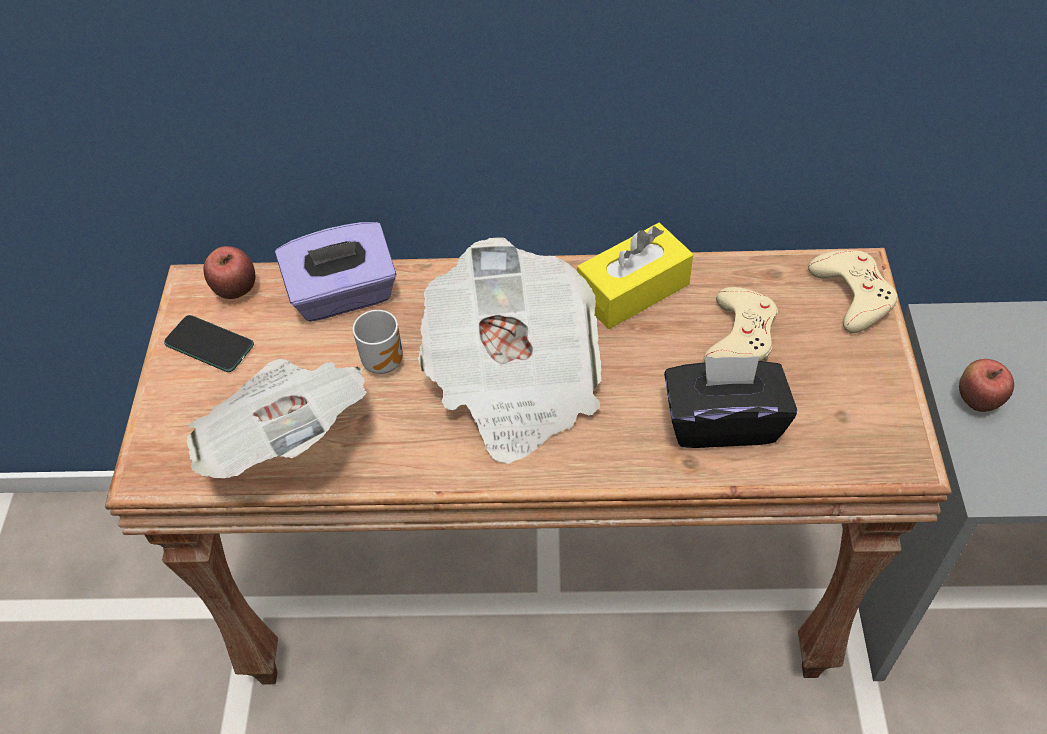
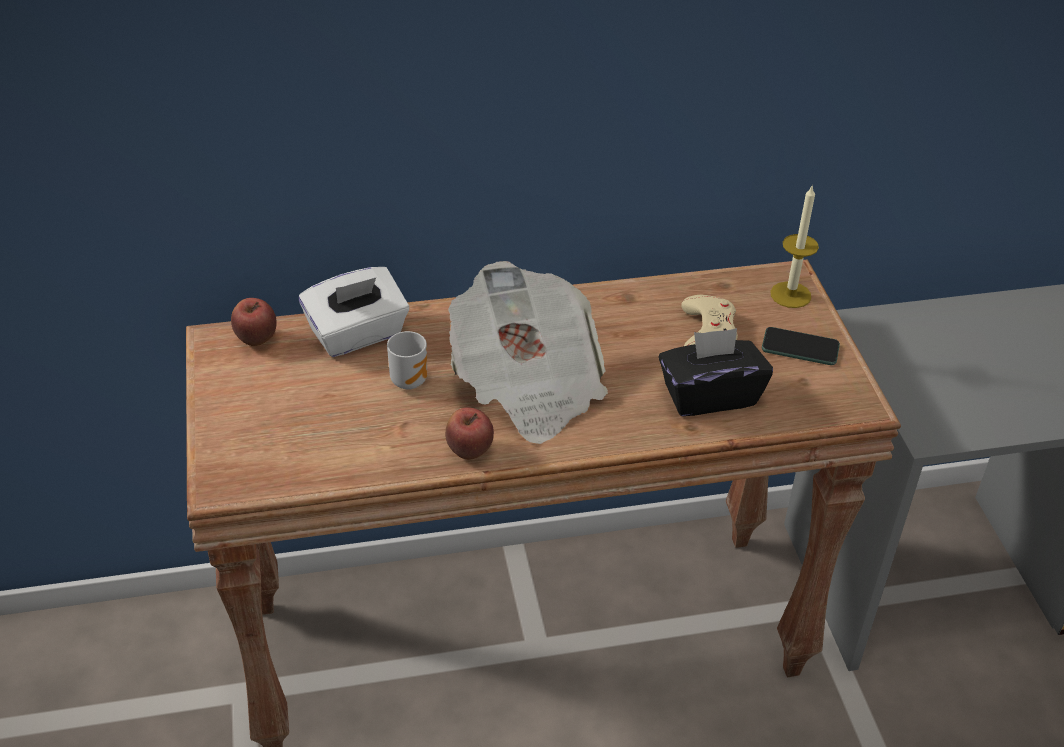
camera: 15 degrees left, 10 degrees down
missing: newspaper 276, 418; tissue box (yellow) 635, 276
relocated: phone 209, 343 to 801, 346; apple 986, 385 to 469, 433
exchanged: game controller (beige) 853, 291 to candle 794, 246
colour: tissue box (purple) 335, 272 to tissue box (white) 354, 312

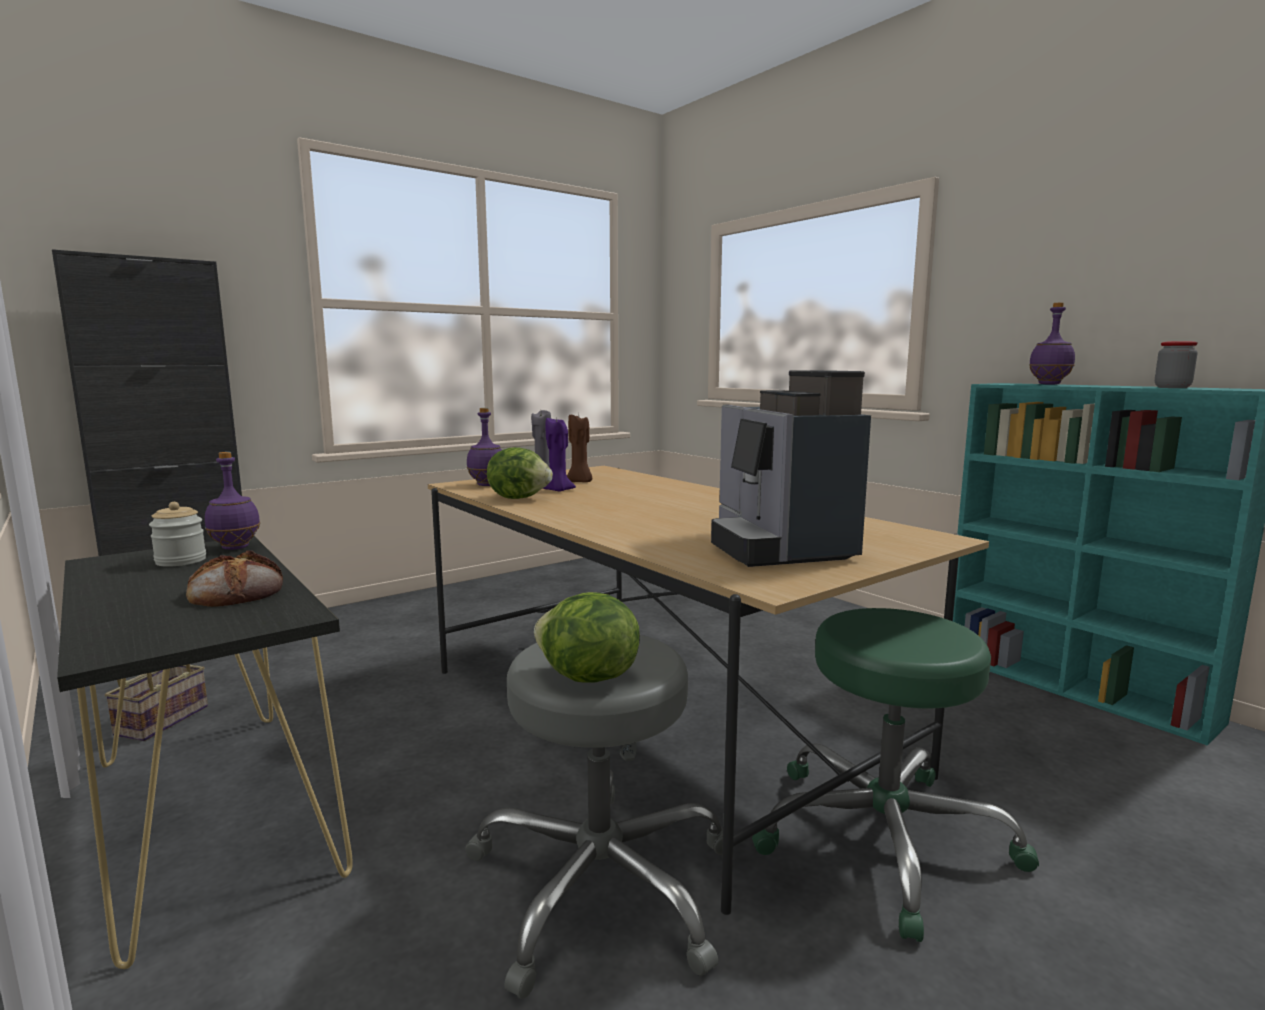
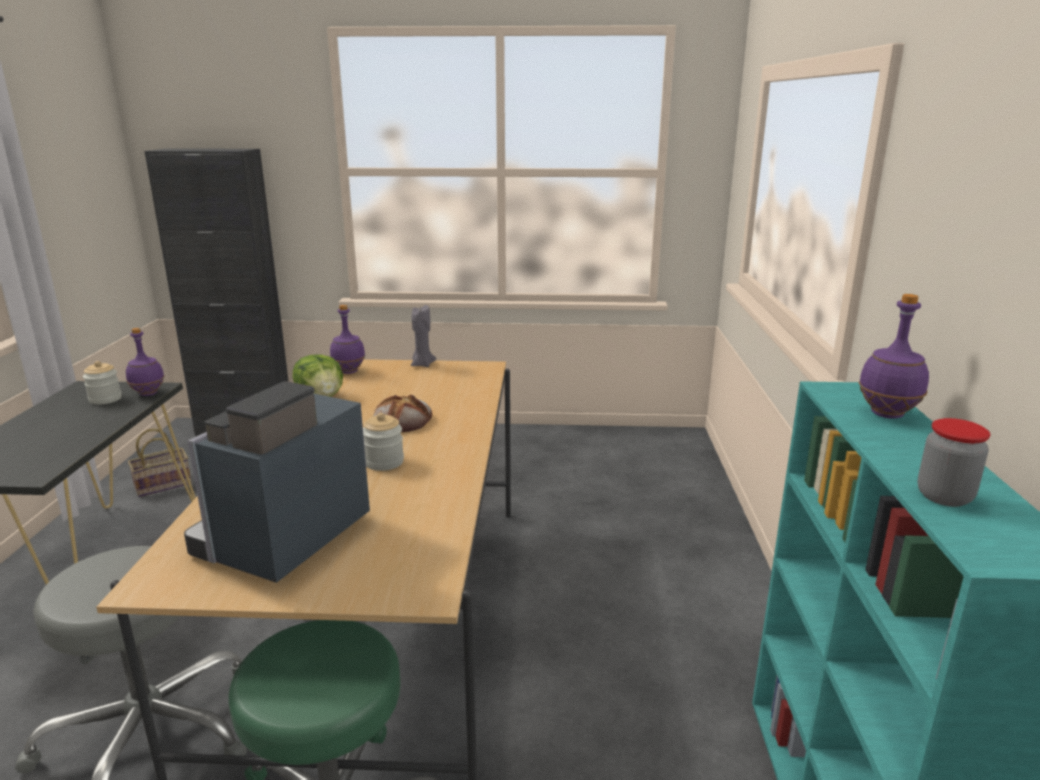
camera: 40 degrees right, 10 degrees up
missing: lettuce 587, 637; candle (purple) 559, 455; candle (brown) 579, 448
appeared: jar 383, 442
relocated: bread 234, 578 to 402, 413

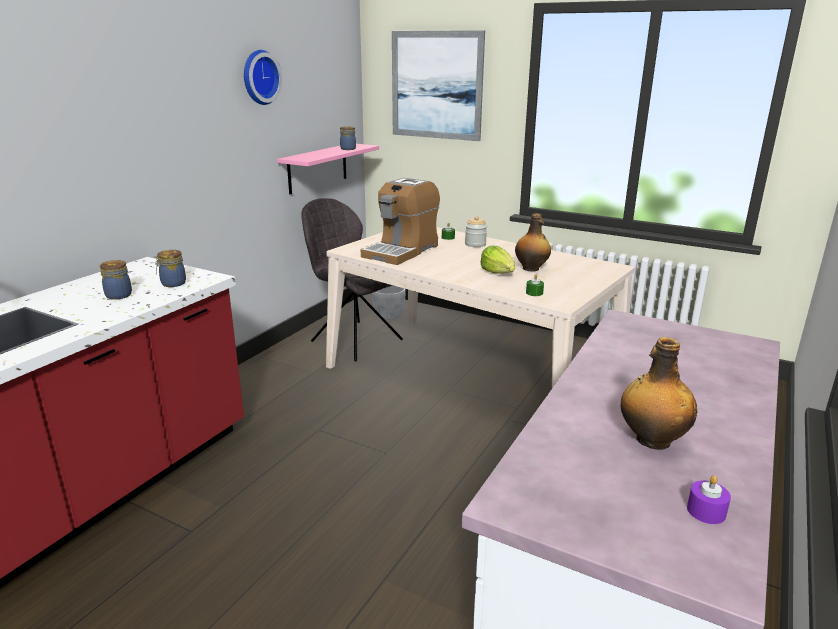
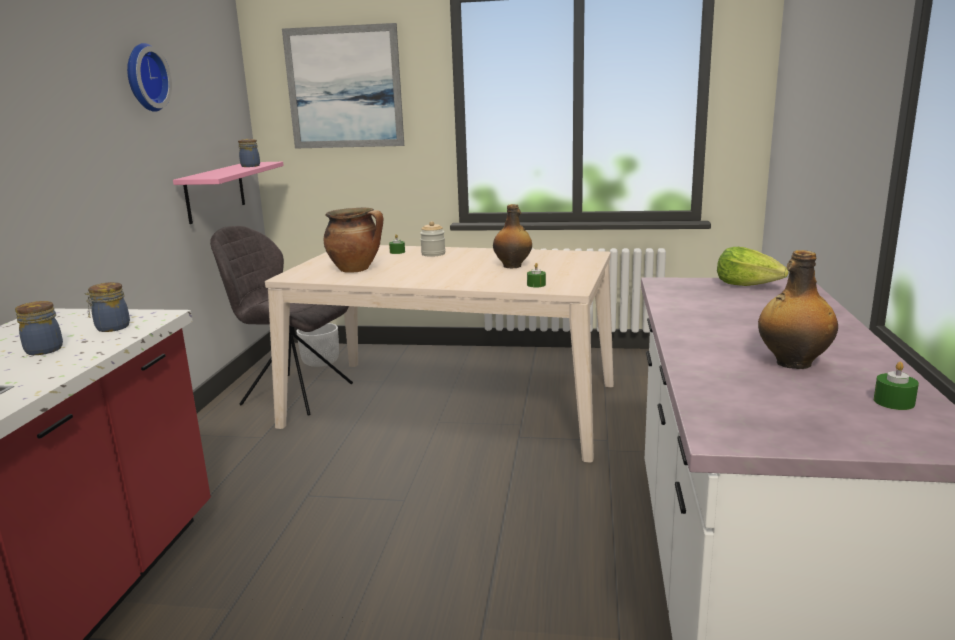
camera: 20 degrees left, 5 degrees down
relocated: lettuce 497, 259 to 753, 266
exchanged: coffee machine 400, 221 to cooking pot 353, 240
colour: candle (purple) 709, 499 to candle (green) 896, 386

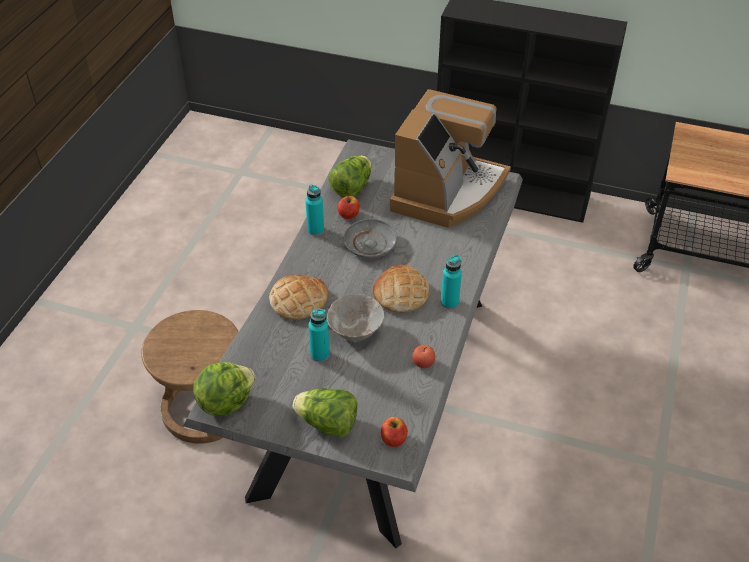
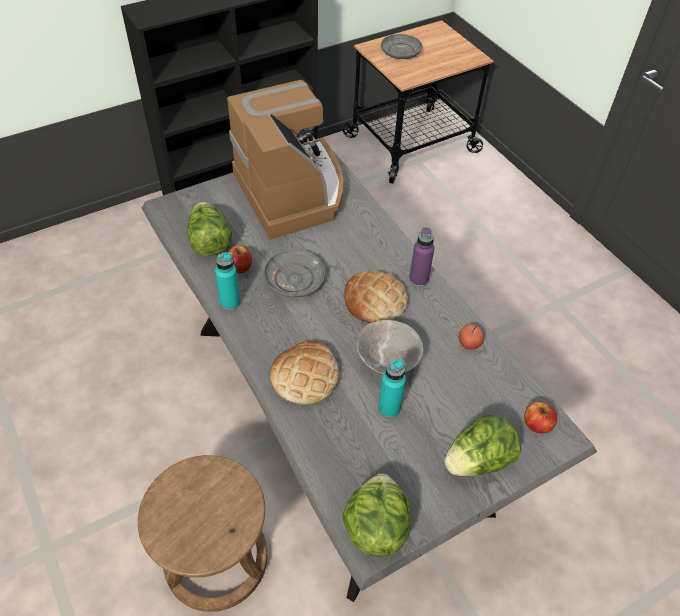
camera: 50 degrees left, 5 degrees up
appeared: plate (grey) 401, 46
colour: bottle (turquoise) 451, 282 to bottle (purple) 422, 257

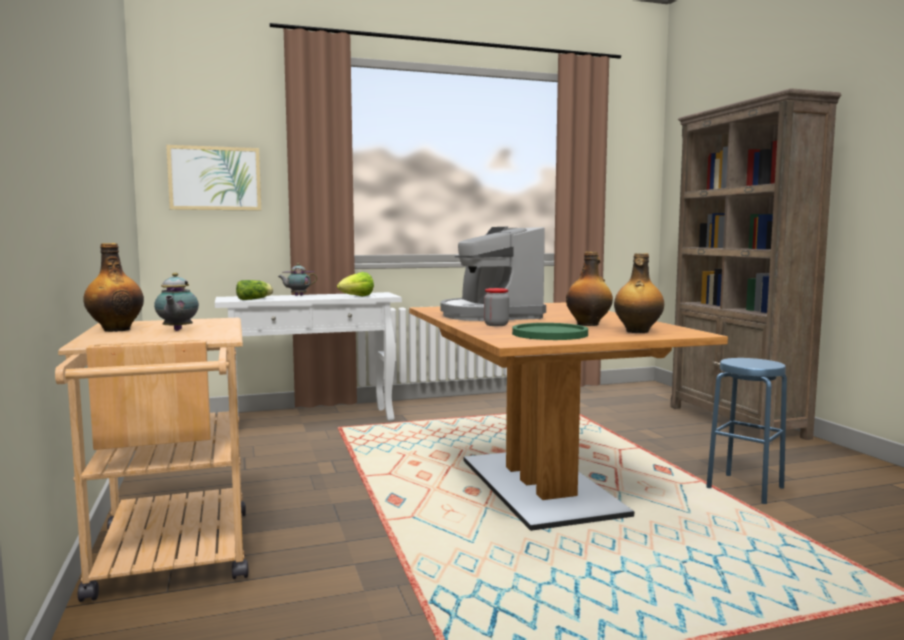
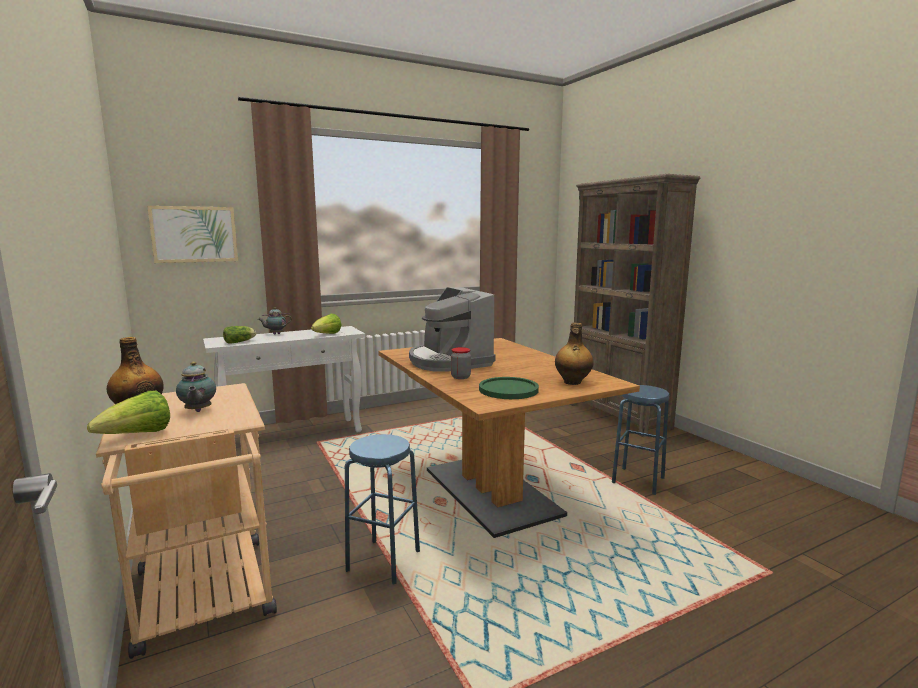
camera: 10 degrees left, 5 degrees up
missing: bottle 589, 289
appeared: lettuce 128, 412; stool (blue) 382, 509

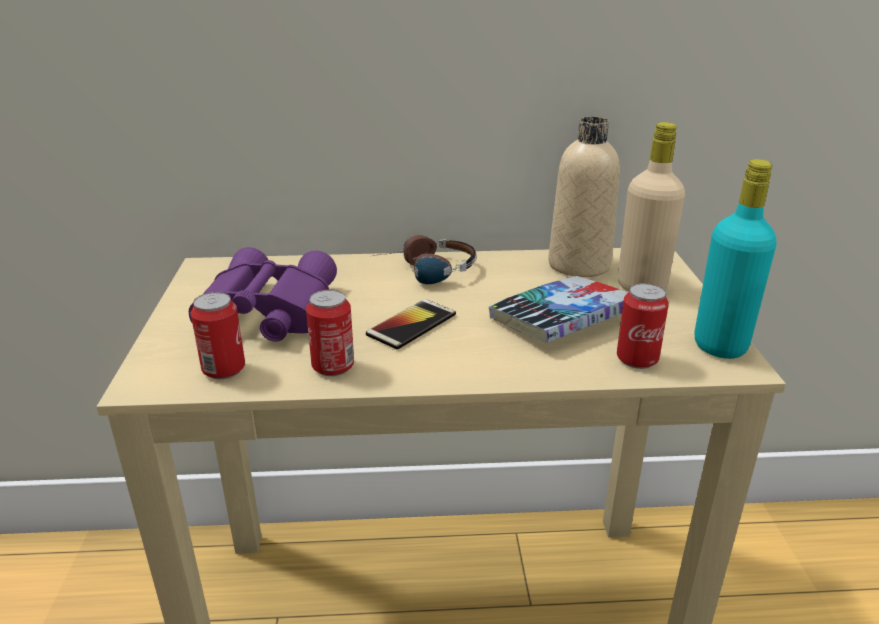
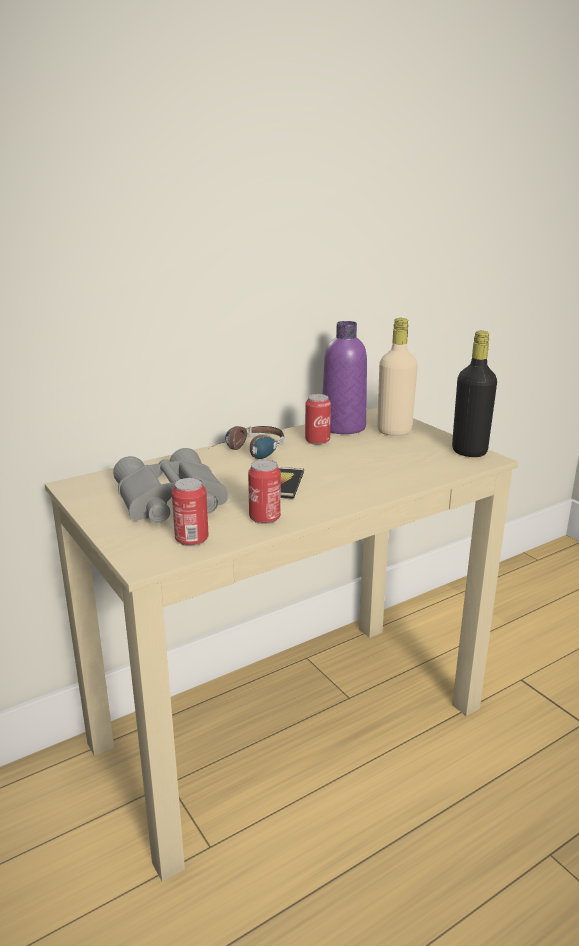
camera: 30 degrees left, 5 degrees down
missing: book 558, 309
relocated: can 643, 326 to 318, 419
colour: binoculars (purple) 263, 294 to binoculars (grey) 170, 485; bottle (beige) 584, 197 to bottle (purple) 345, 377; bottle (turquoise) 735, 259 to bottle (black) 474, 394

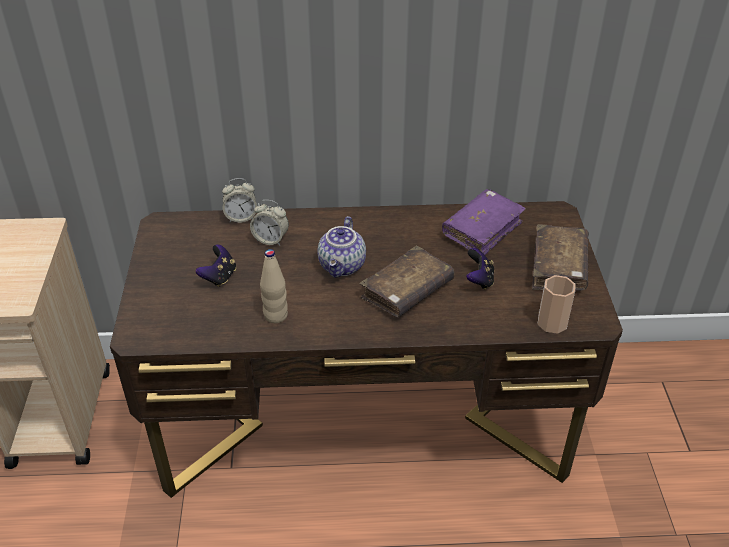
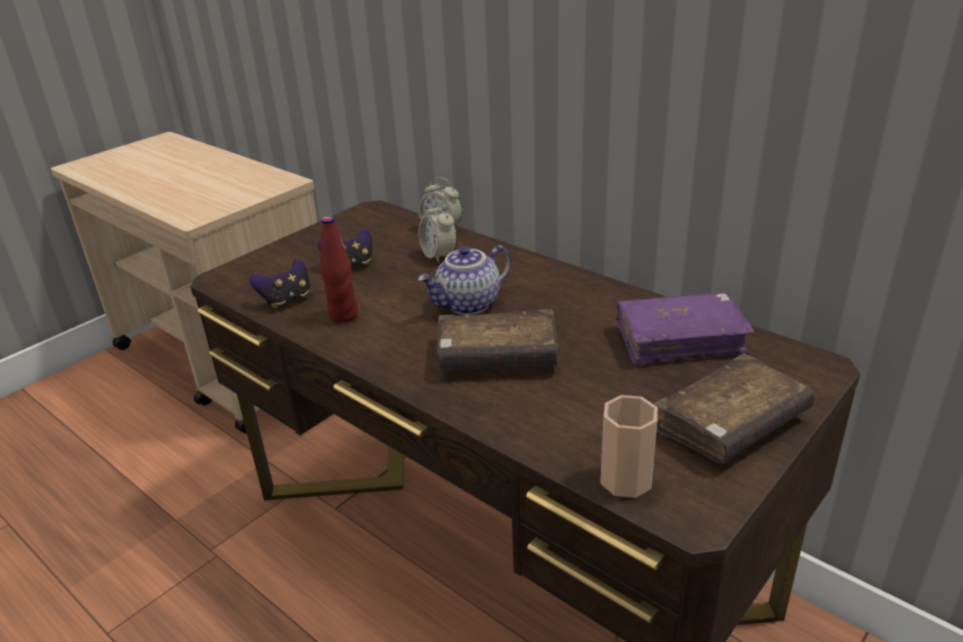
camera: 45 degrees right, 10 degrees down
relocated: game controller 480, 269 to 280, 284
colour: bottle (beige) 274, 286 to bottle (red) 339, 269

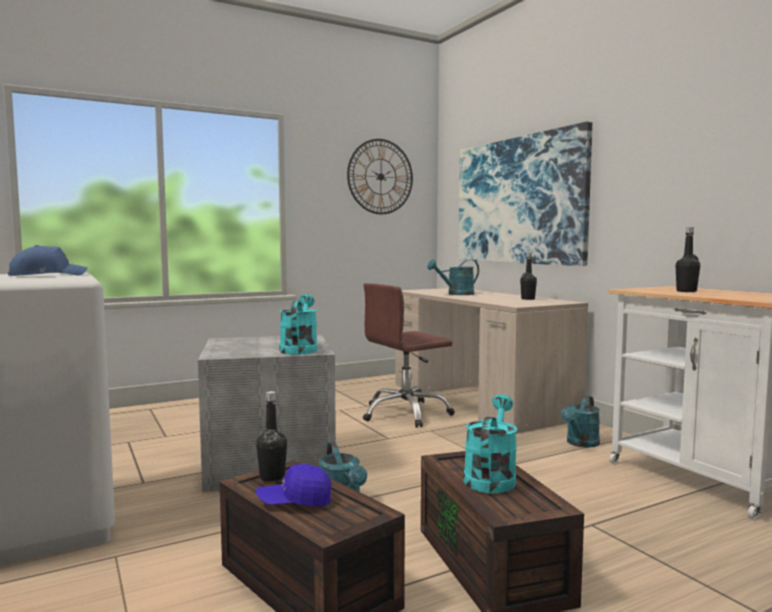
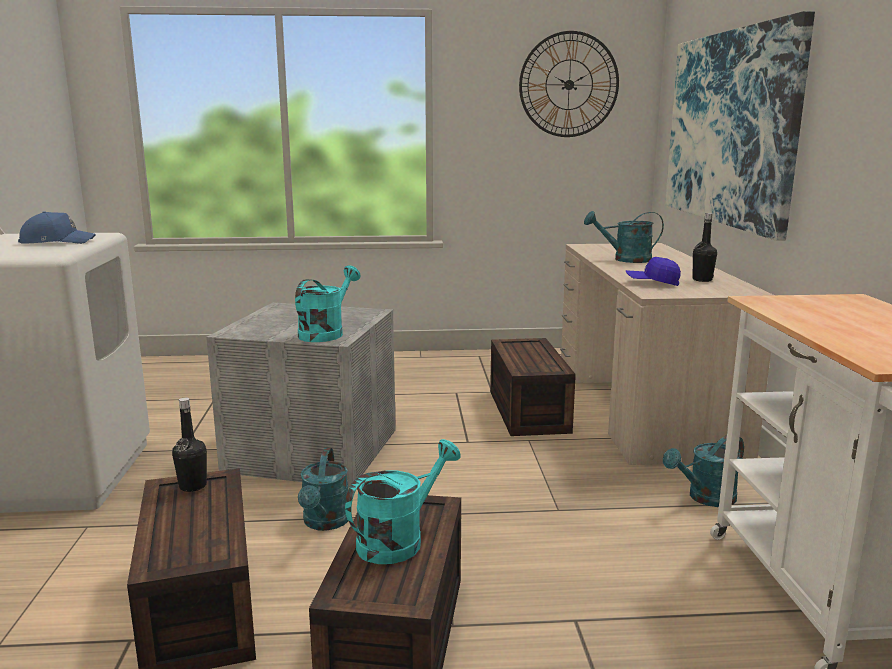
camera: 25 degrees right, 10 degrees up
missing: bottle (black) 688, 259
relocated: cap (blue) 293, 485 to 653, 271
exchanged: office chair (brown) 409, 355 to storage box (brown) 533, 387

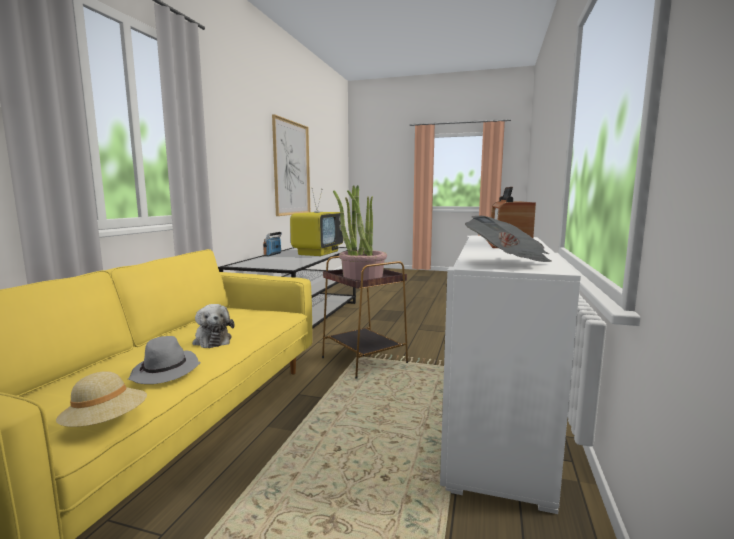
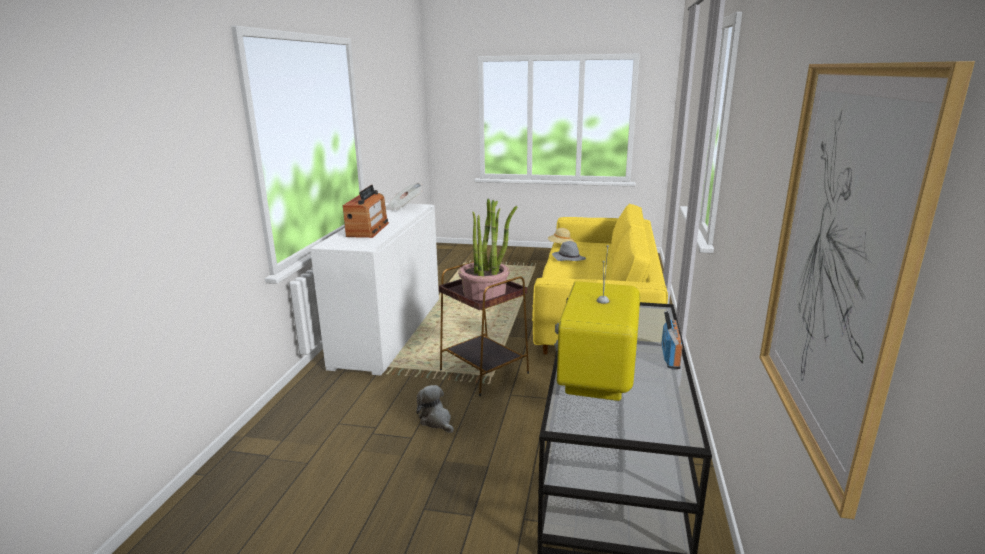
camera: 175 degrees right, 10 degrees up
relocated: plush toy 213, 326 to 435, 409

